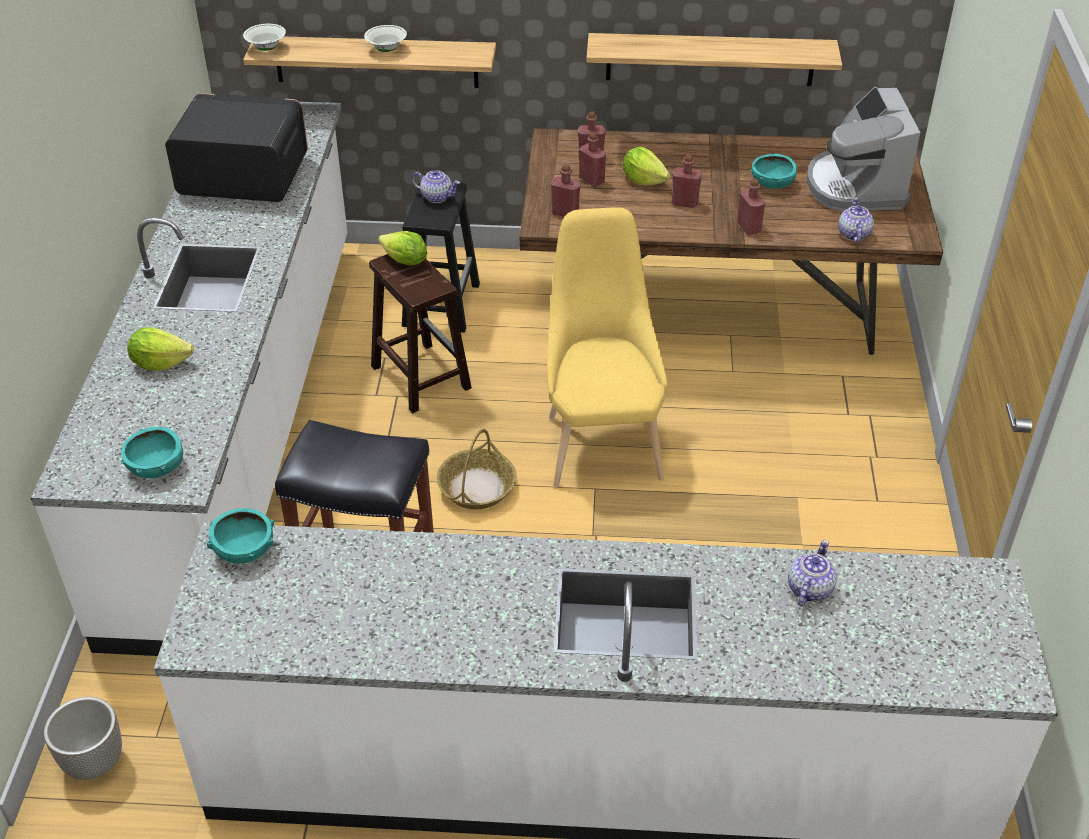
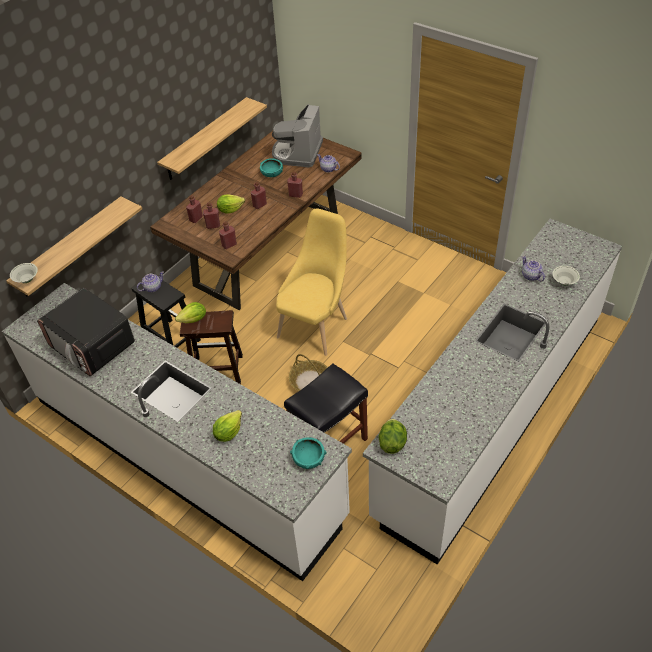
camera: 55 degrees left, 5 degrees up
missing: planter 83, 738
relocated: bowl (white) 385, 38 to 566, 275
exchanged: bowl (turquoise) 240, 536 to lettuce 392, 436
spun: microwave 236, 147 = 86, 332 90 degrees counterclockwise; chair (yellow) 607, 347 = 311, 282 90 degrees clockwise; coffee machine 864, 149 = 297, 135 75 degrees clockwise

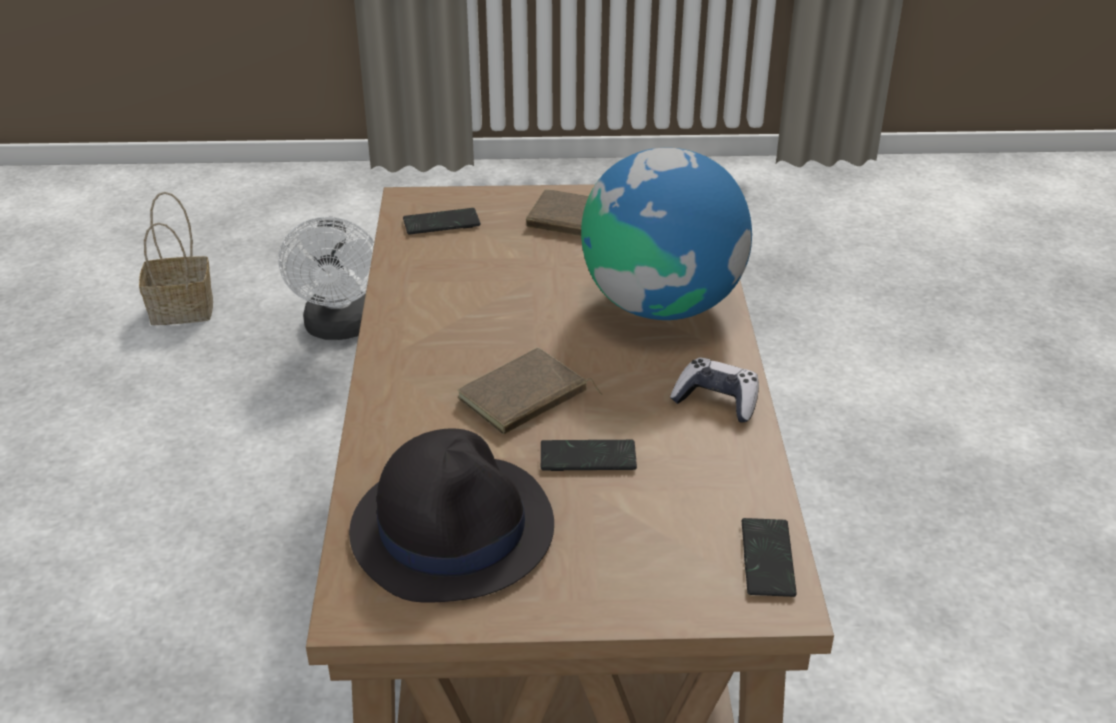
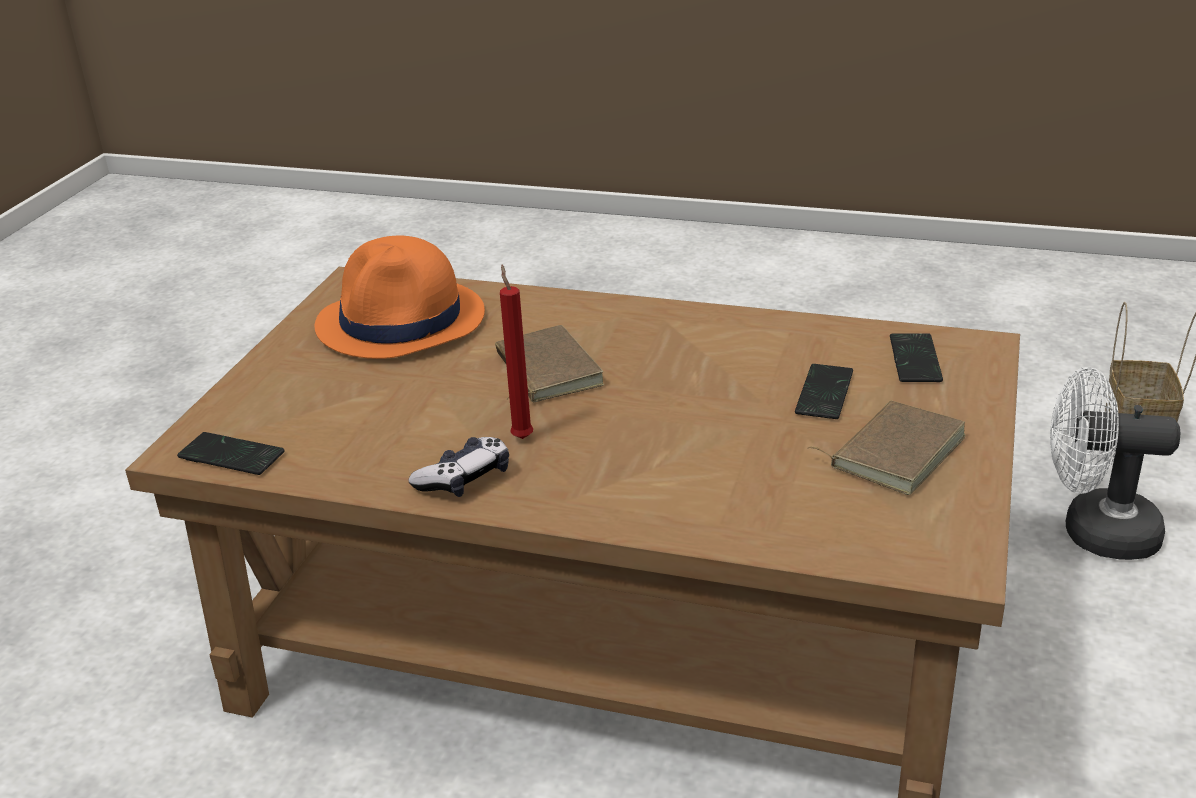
camera: 110 degrees right, 5 degrees down
missing: globe 666, 234
appeared: candle (red) 516, 352
relocated: phone 589, 455 to 824, 391
colour: hat (black) 451, 515 to hat (orange) 400, 297

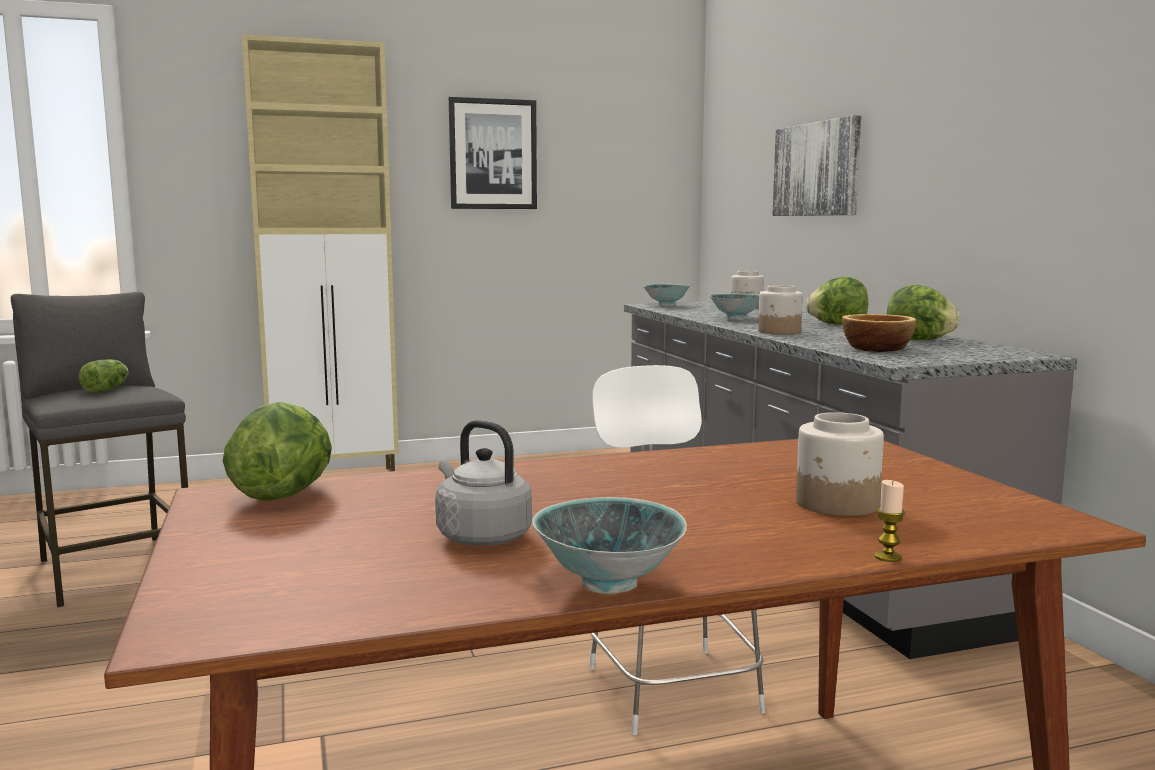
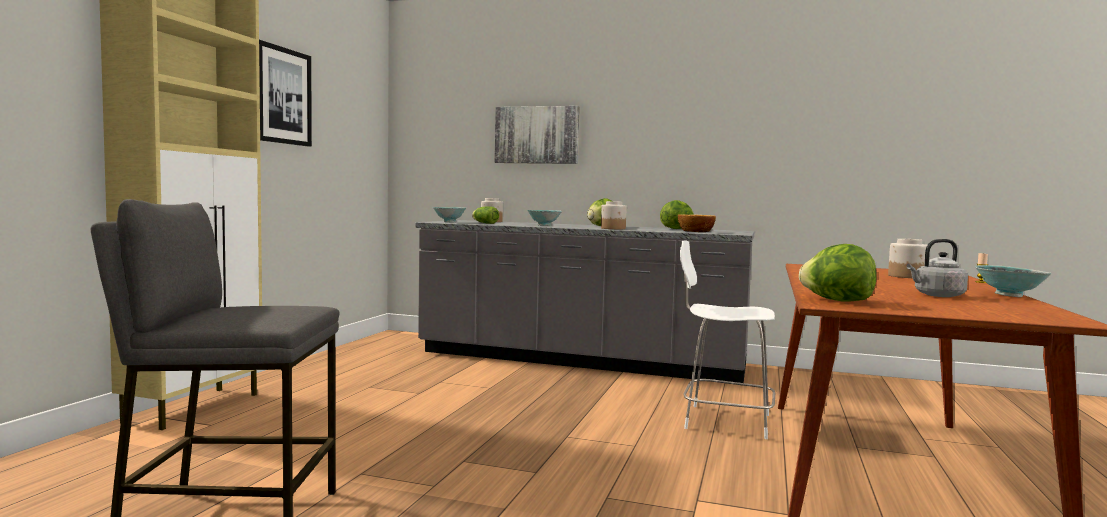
camera: 55 degrees left, 5 degrees down
relocated: lettuce 103, 376 to 485, 215

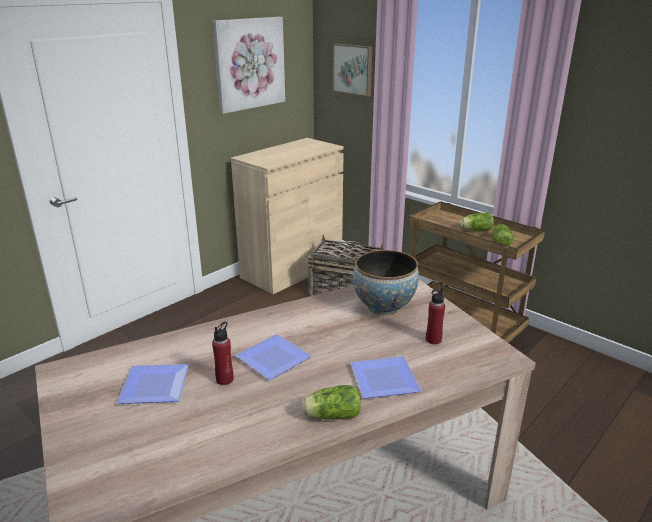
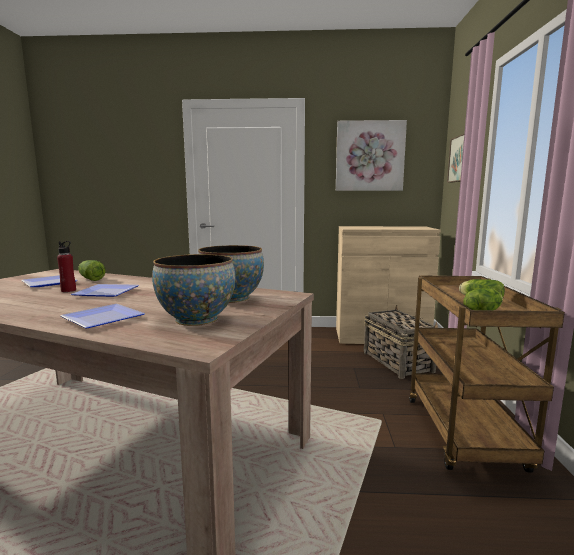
camera: 50 degrees right, 15 degrees down
relocated: lettuce 331, 402 to 92, 270
exchanged: bottle (red) 435, 316 to bowl 194, 290

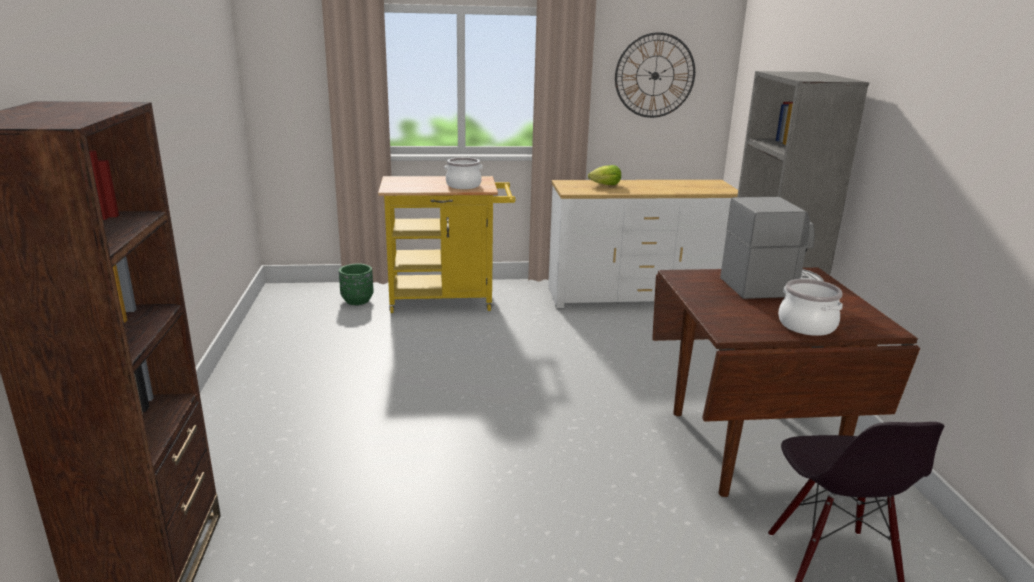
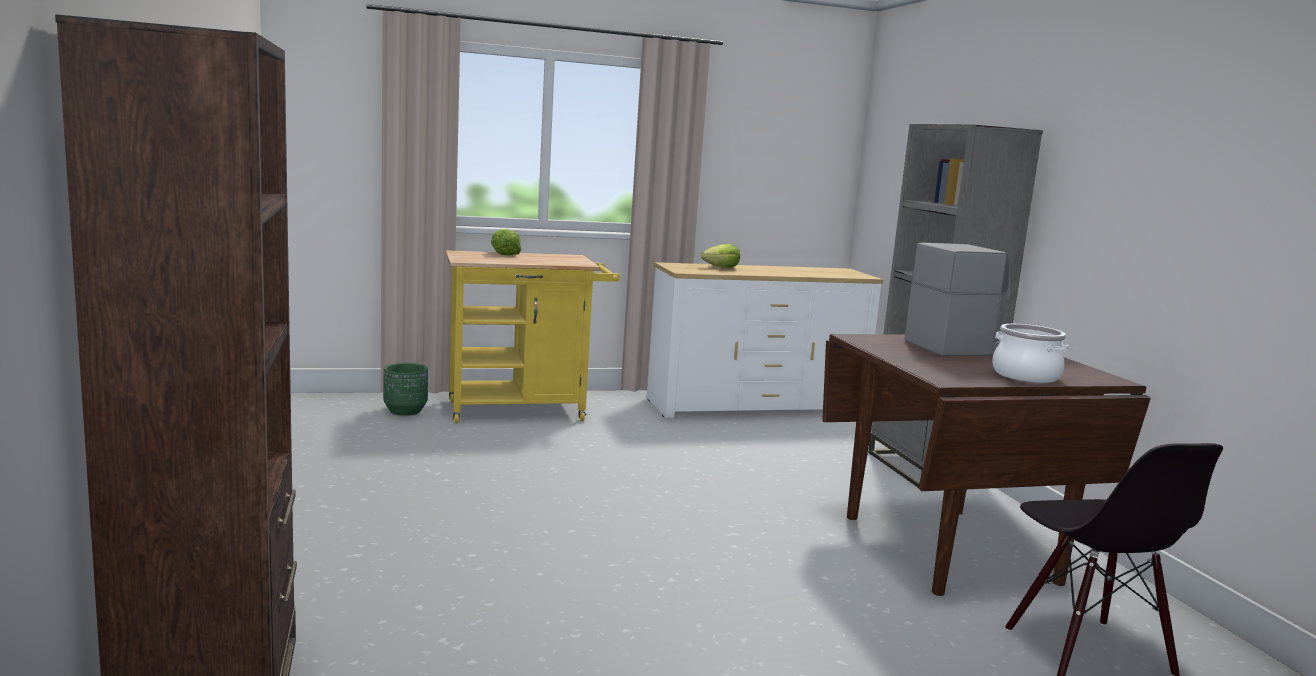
camera: 10 degrees left, 10 degrees down
missing: cooking pot 463, 173; wall clock 655, 75
appeared: lettuce 506, 242

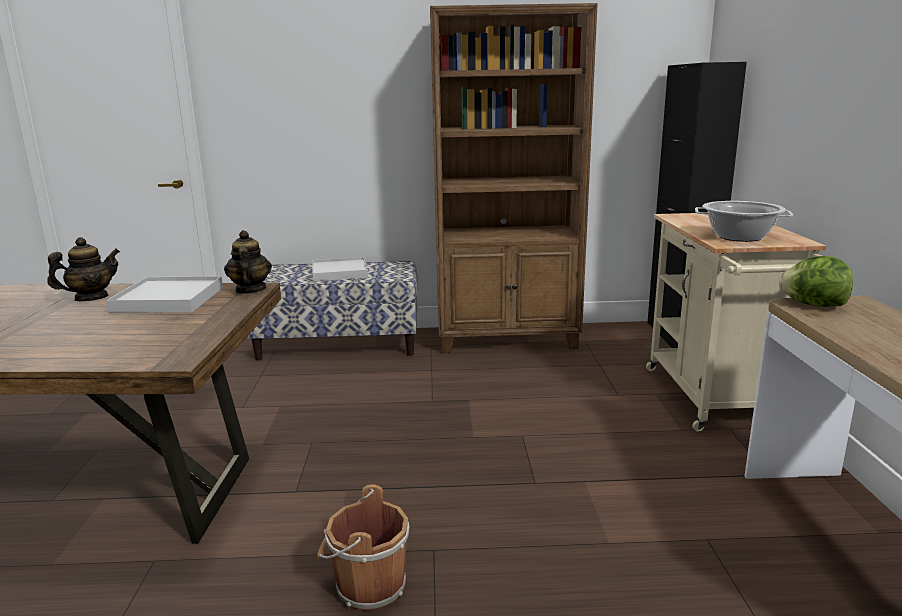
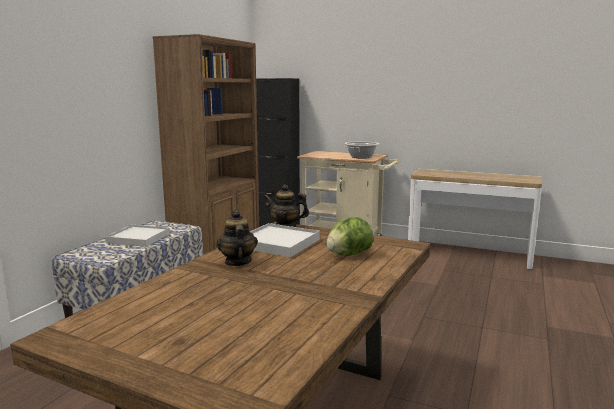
camera: 65 degrees left, 5 degrees down
missing: bucket (brown) 363, 548
relocated: lettuce 816, 281 to 350, 236

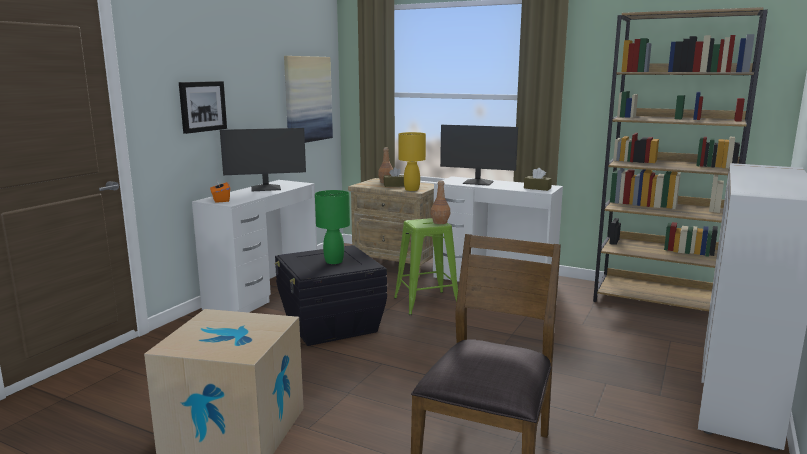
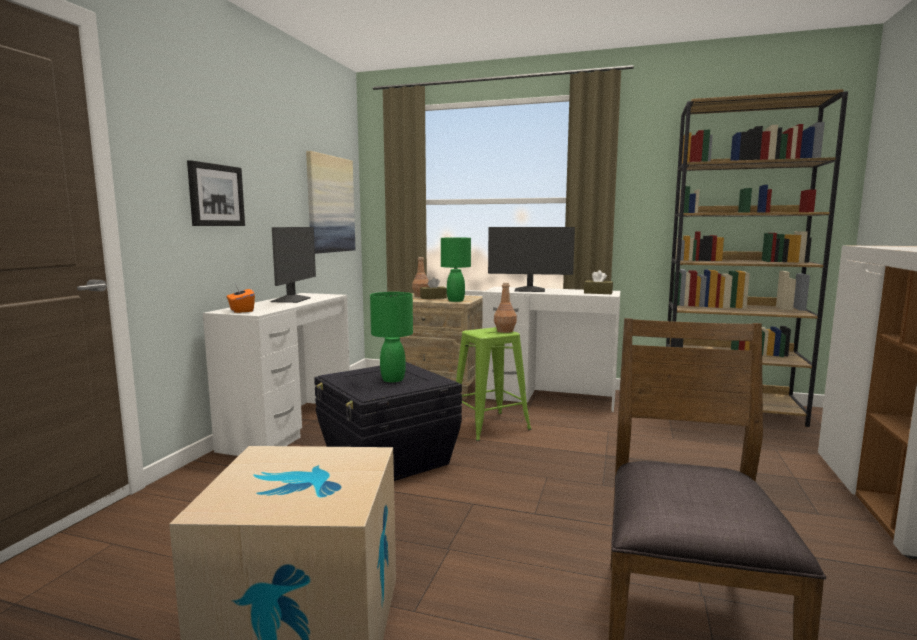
camera: 10 degrees left, 5 degrees down
colour: table lamp (yellow) 412, 161 to table lamp (green) 456, 270
spun: monitor 263, 159 = 293, 265 60 degrees counterclockwise

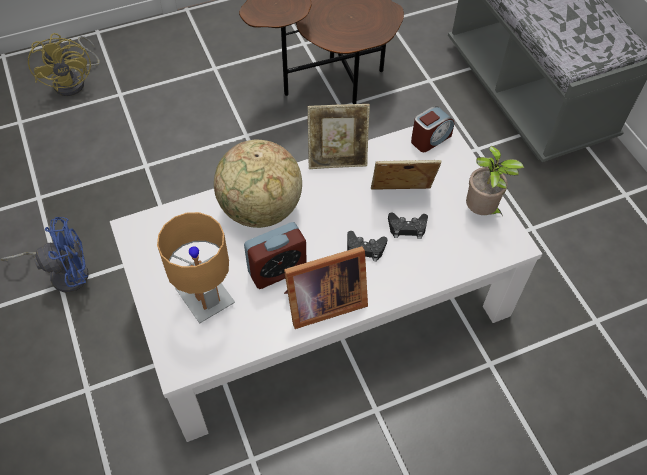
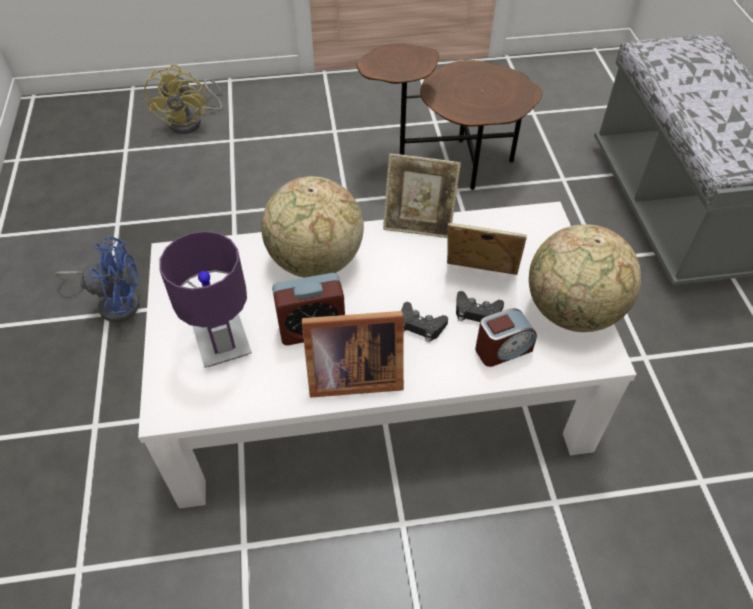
camera: 15 degrees right, 5 degrees down
relocated: alarm clock 432, 129 to 506, 337
exchanged: potted plant 495, 181 to globe 585, 278
colour: table lamp (brown) 196, 268 to table lamp (purple) 205, 299

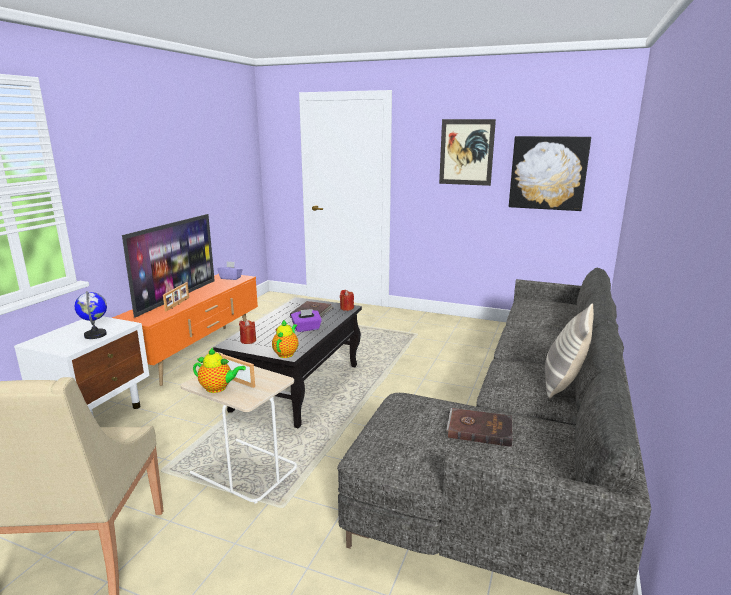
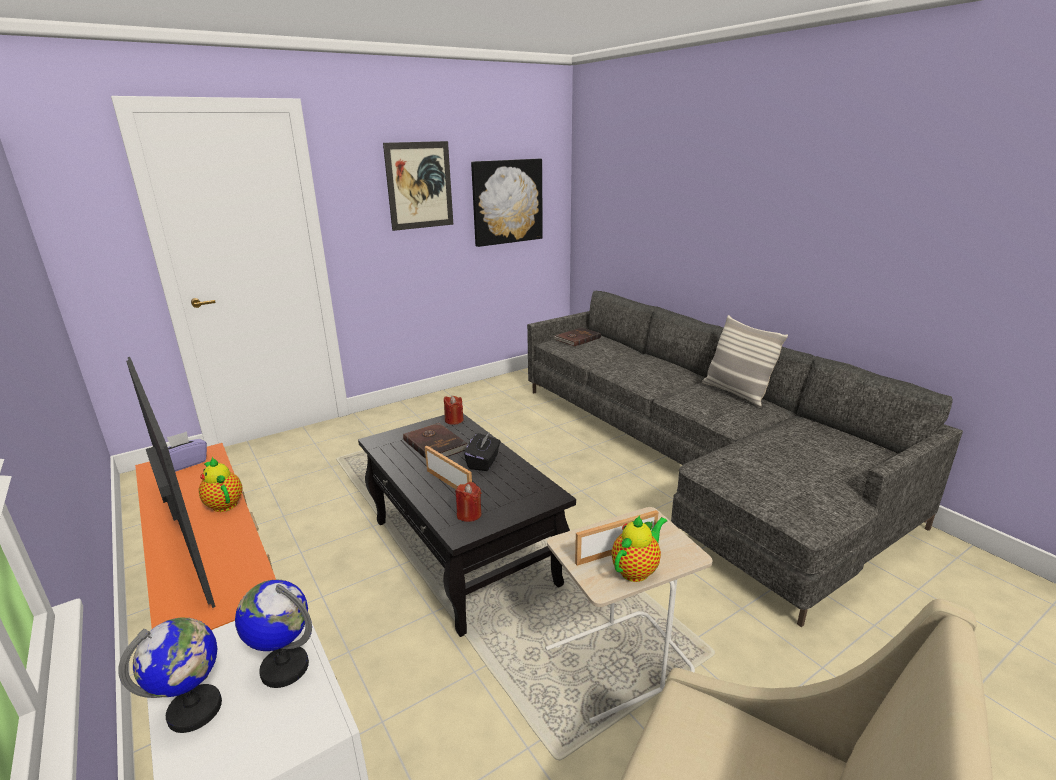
camera: 55 degrees left, 5 degrees up
appeared: globe 170, 675
relocated: picture frame 176, 296 to 448, 467; teapot 285, 338 to 221, 484; book (brown) 479, 427 to 577, 336
colour: tissue box (purple) 306, 320 to tissue box (black) 482, 452

